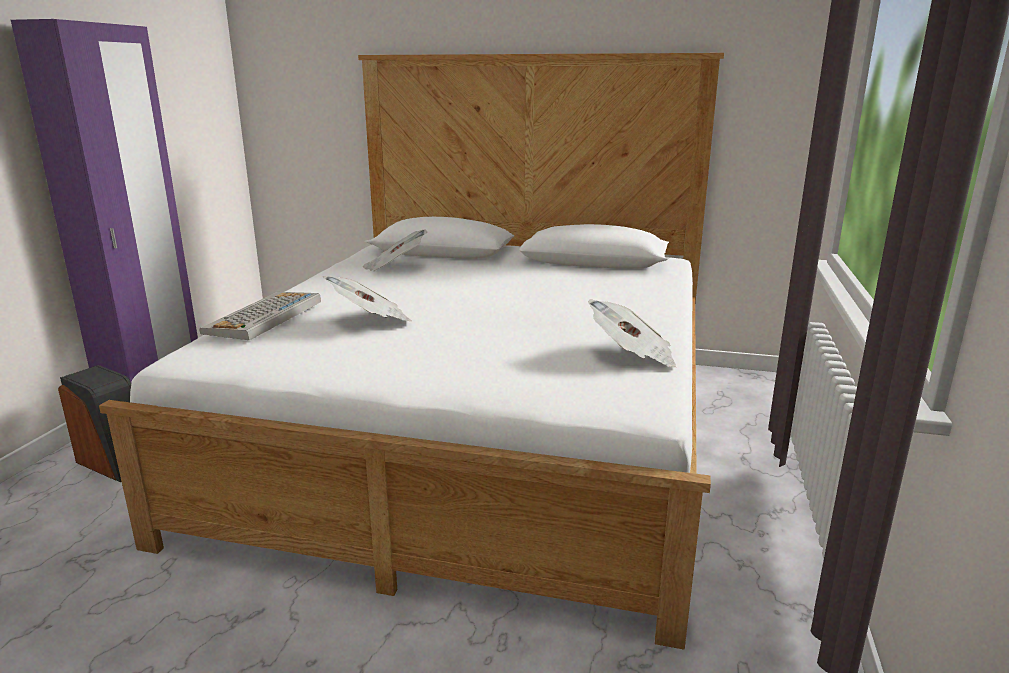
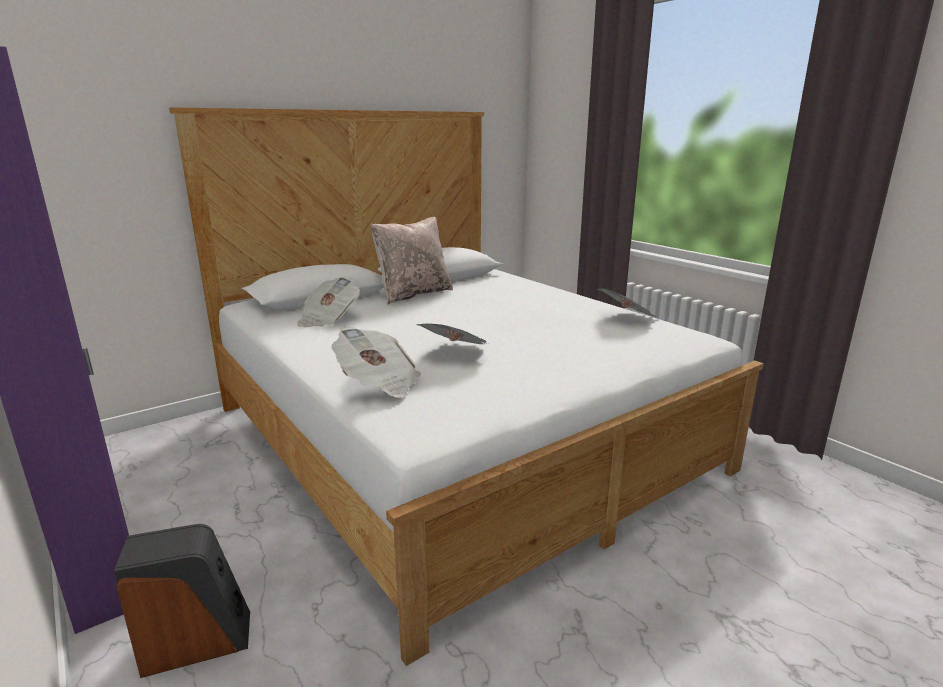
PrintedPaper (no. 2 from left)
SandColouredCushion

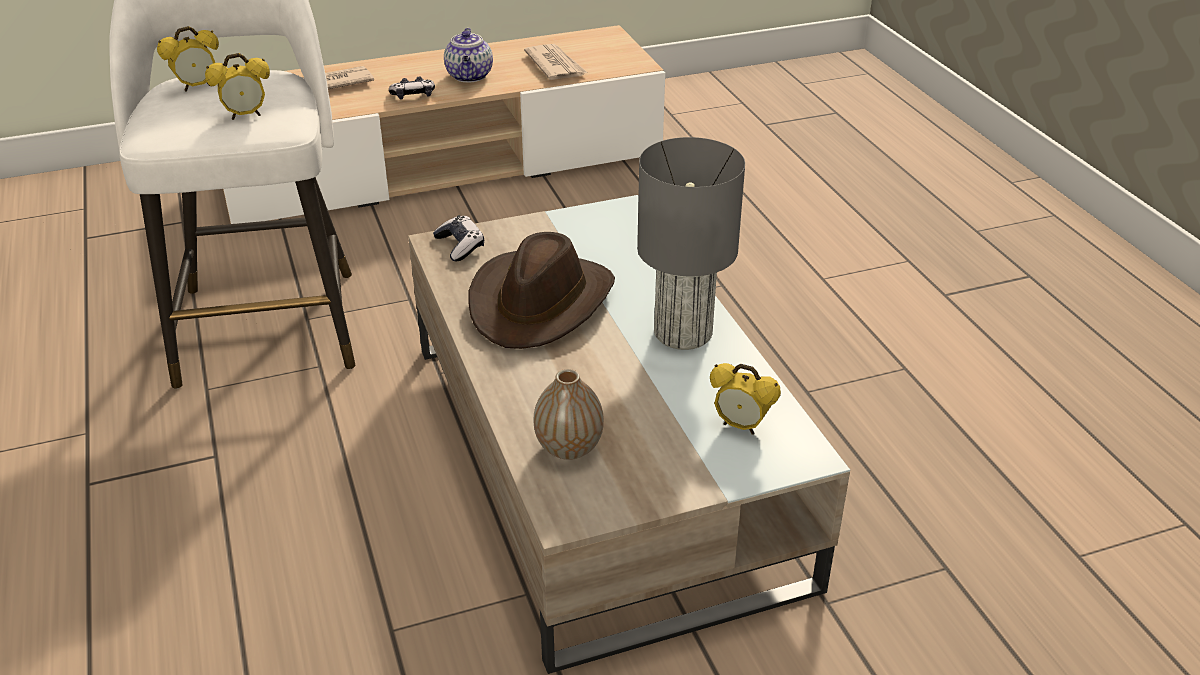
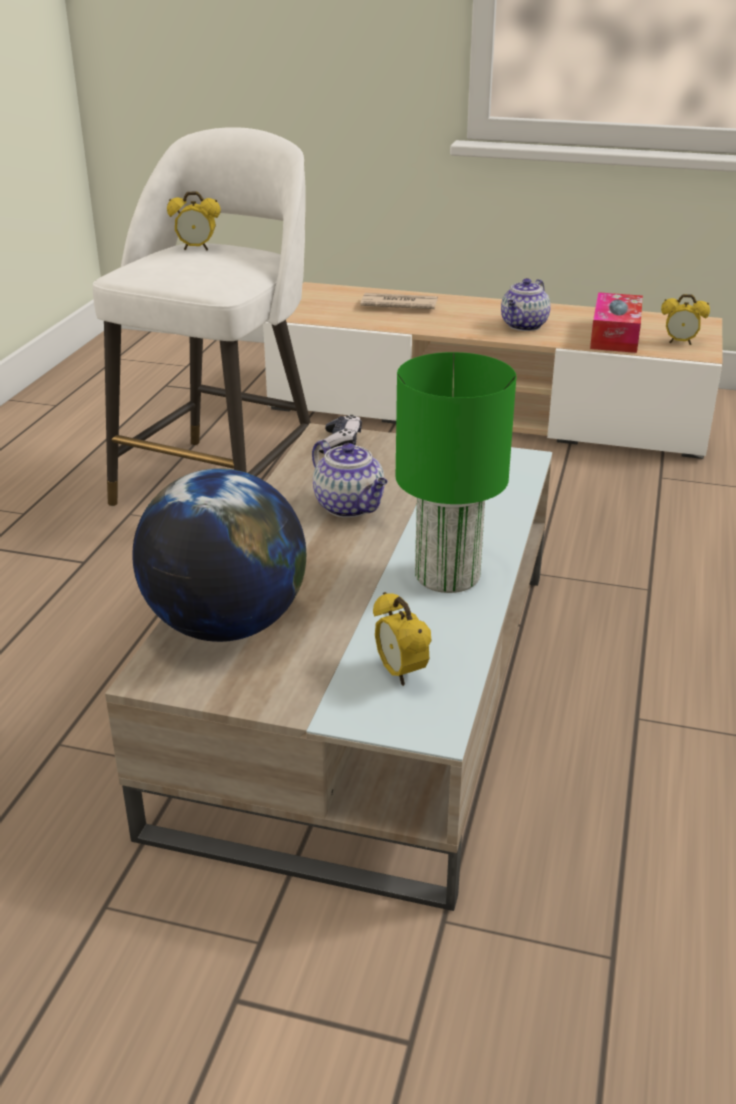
TissueHolder
BedsideClock (no. 3 from left)
Gamepad (no. 1 from left in the first image)
GreenColouredTableLamp
PotForTea (no. 1 from left)
DeskGlobe

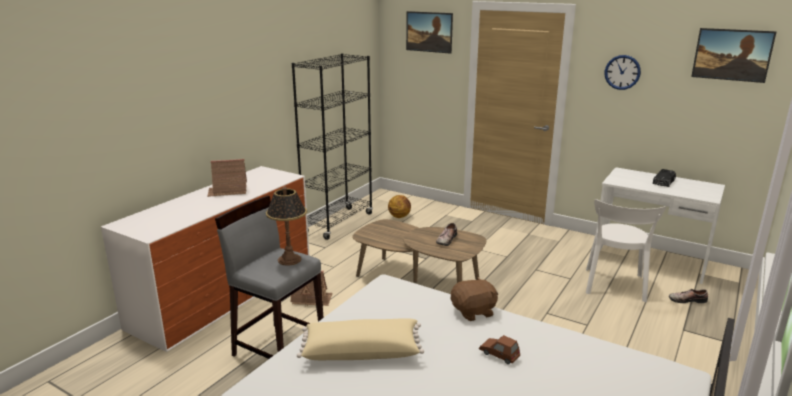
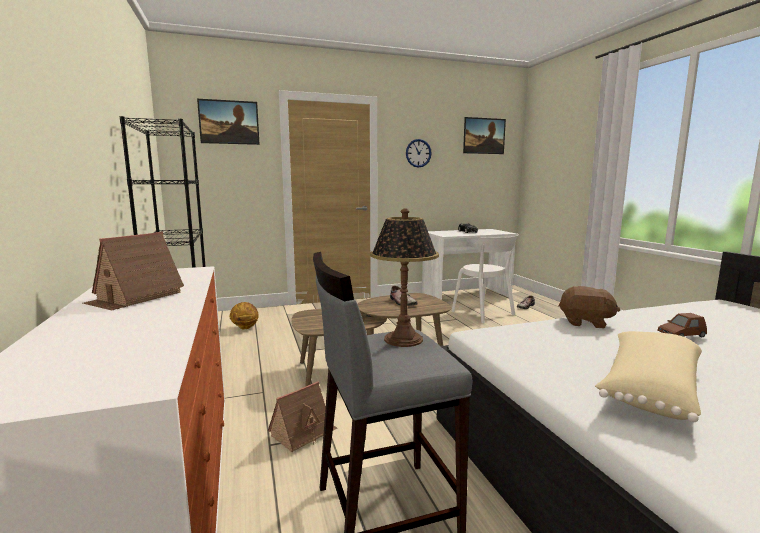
BrownCuddlyToy

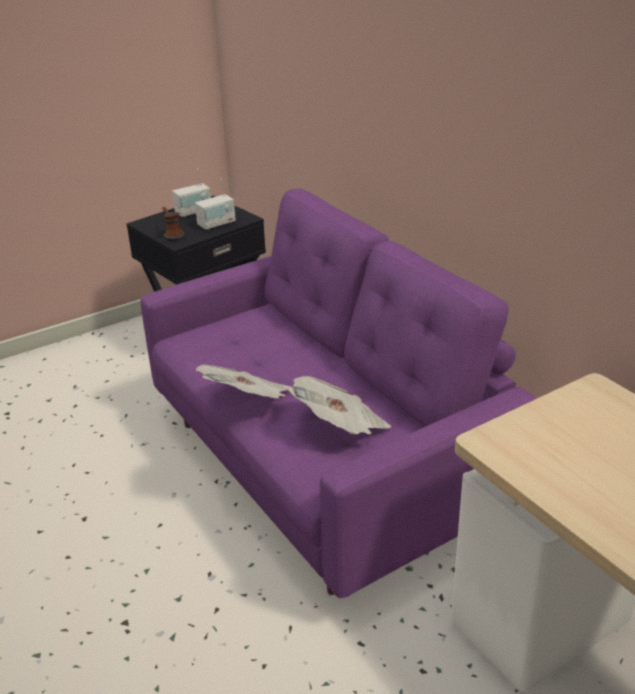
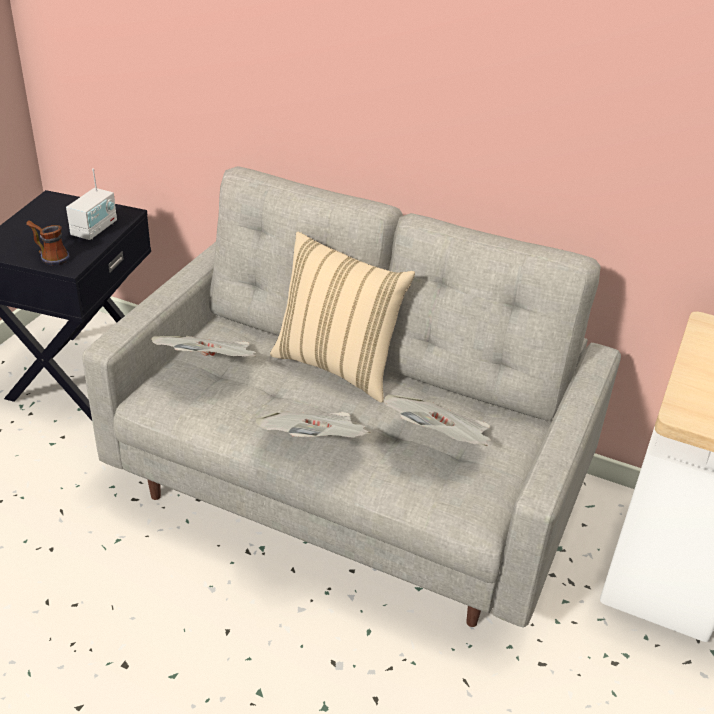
RadioSet (no. 1 from left in the first image)
GrayCouch
SandColouredCushion
PrintedPaper (no. 1 from left)

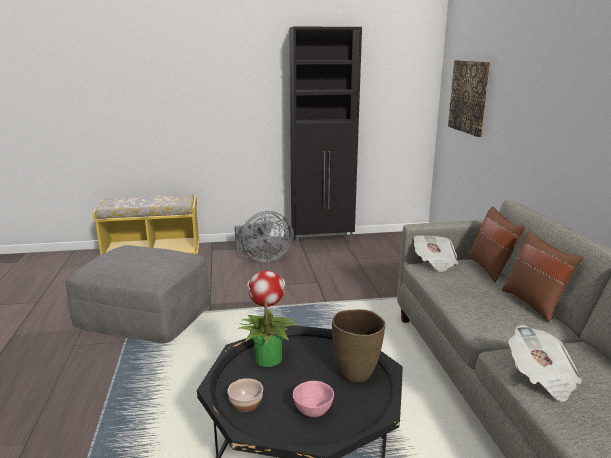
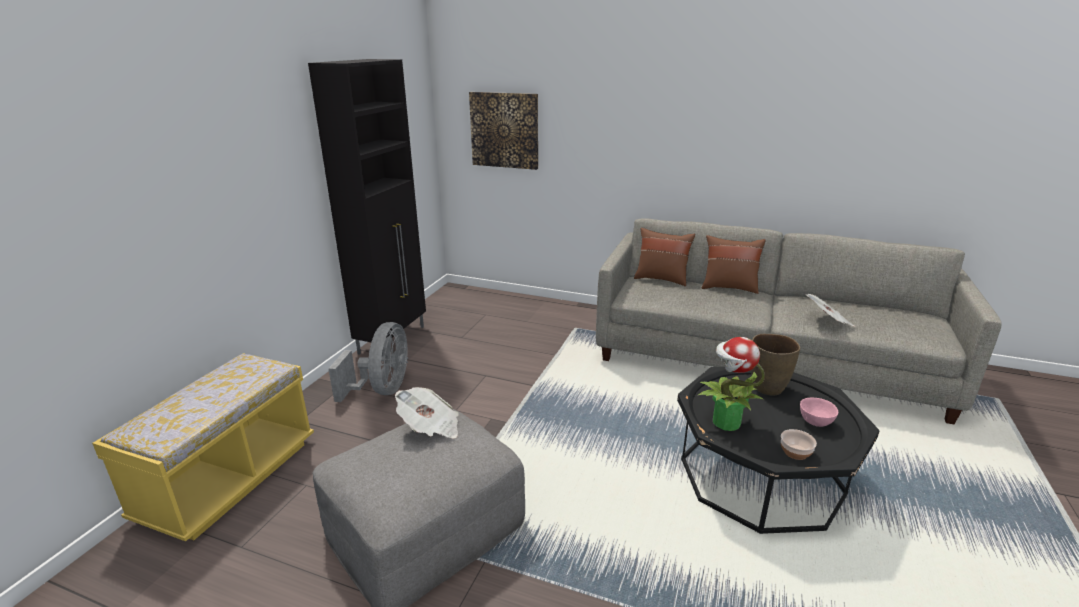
PrintedPaper (no. 1 from left)

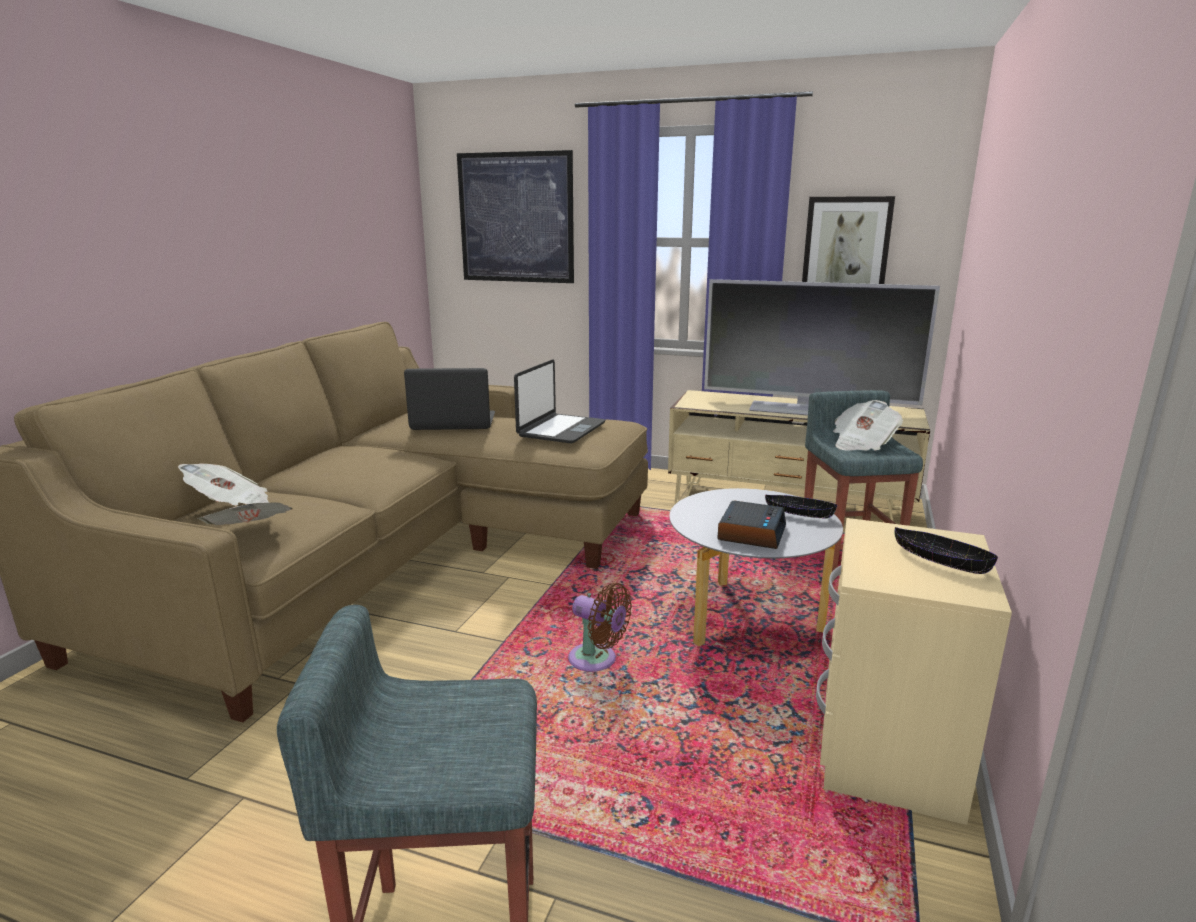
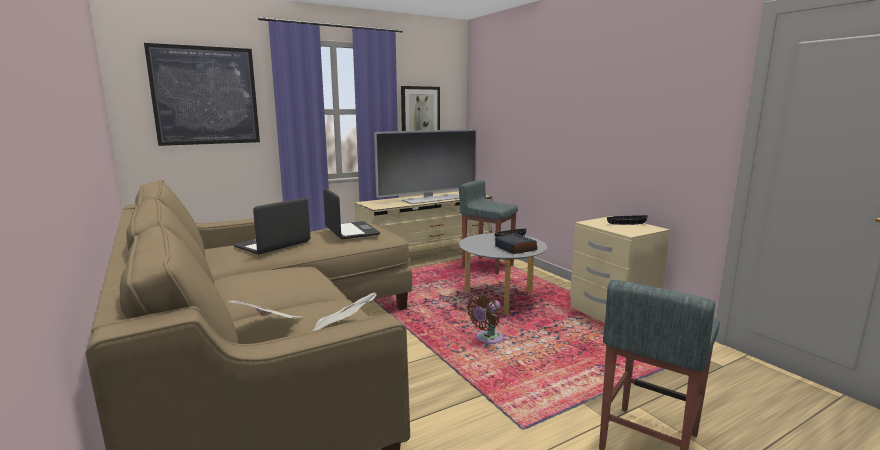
PrintedPaper (no. 3 from left in the first image)
BrownElectricFan

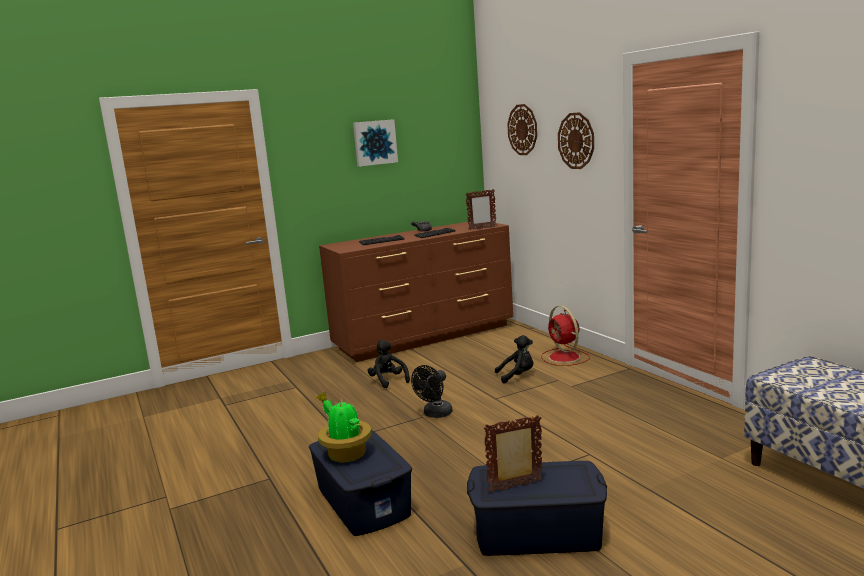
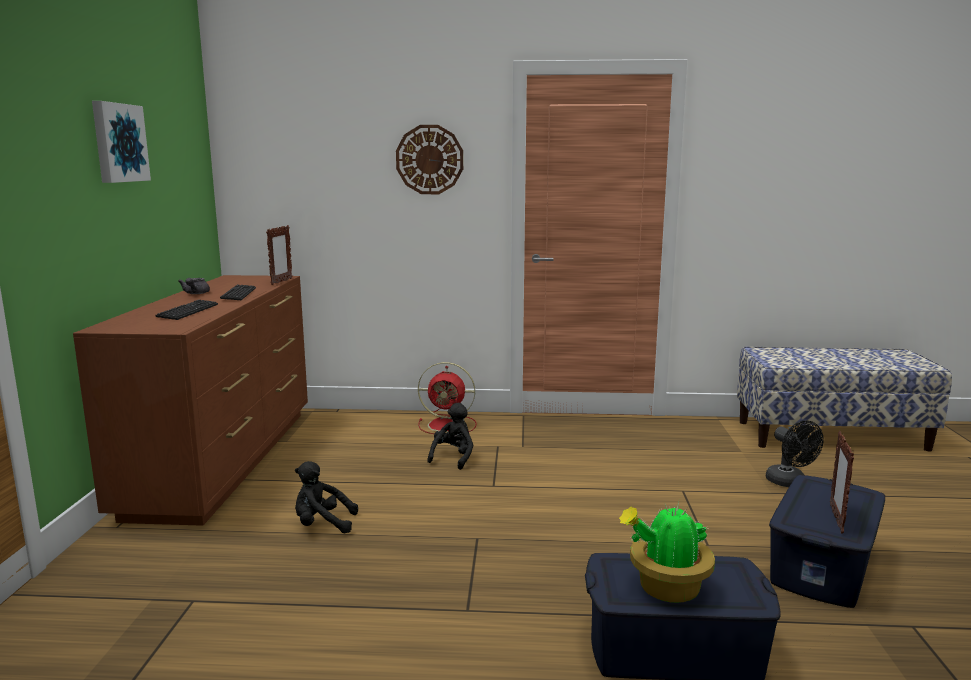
HangingClock (no. 1 from left in the first image)
BlackColouredElectricFan

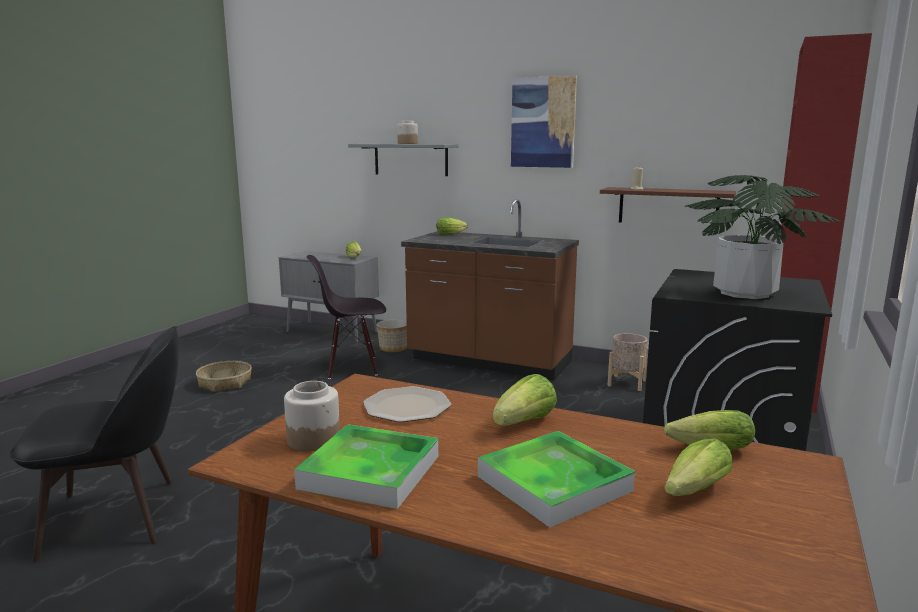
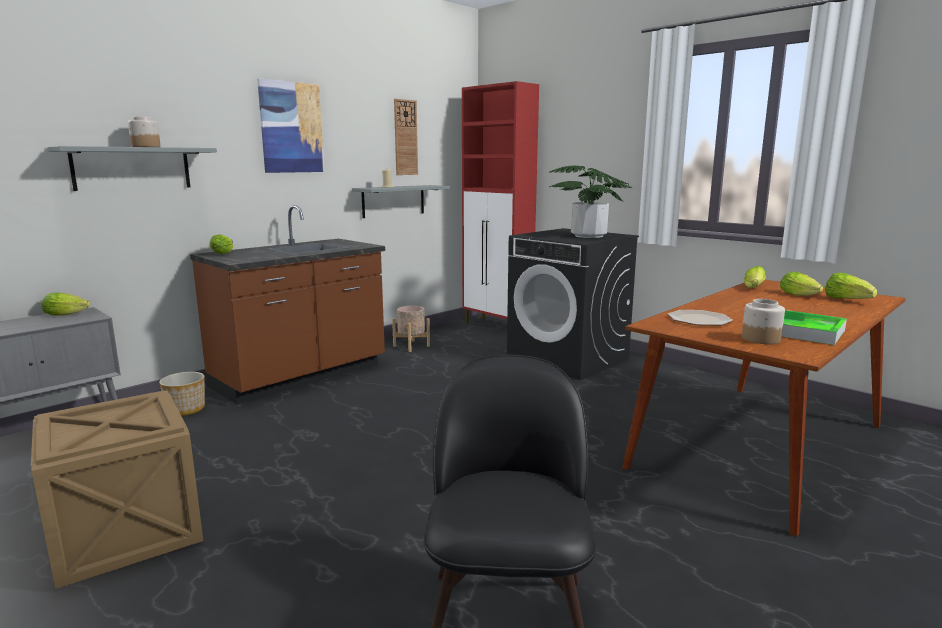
GrayBracketShelf (no. 2 from left)
BlackColouredPlainChair (no. 2 from left in the first image)
PackingCrate
LettuceHead (no. 5 from left)
ServingTray (no. 2 from left in the first image)
HangingClock

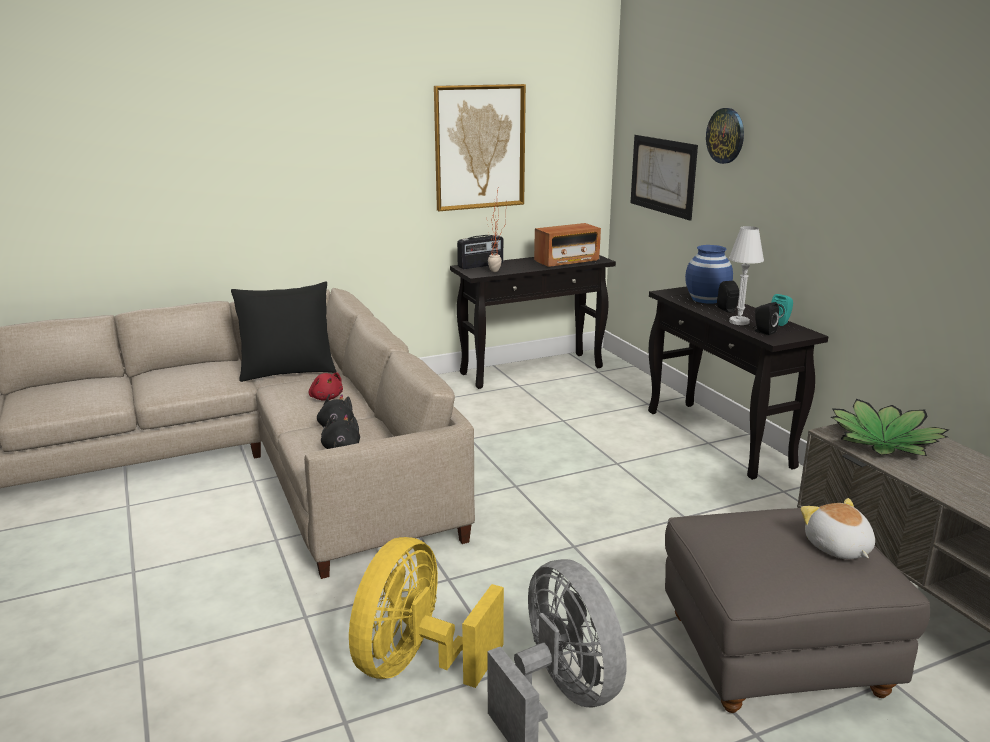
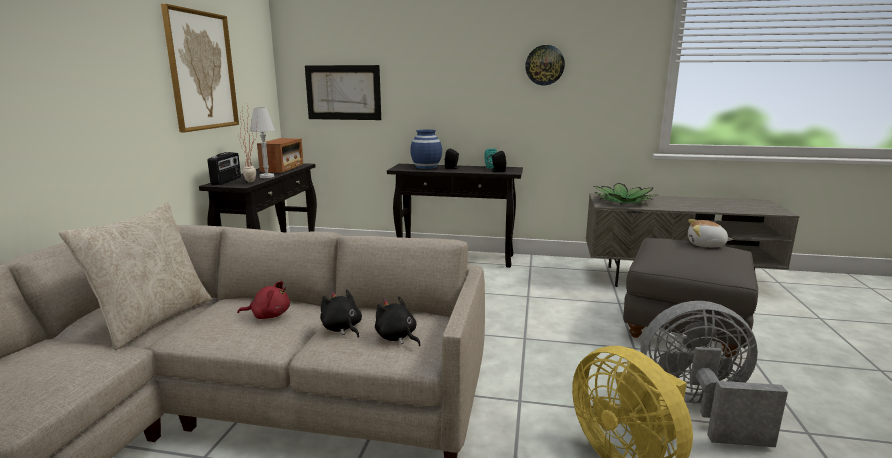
HangingClock
WhiteColouredTableLamp
SandColouredCushion

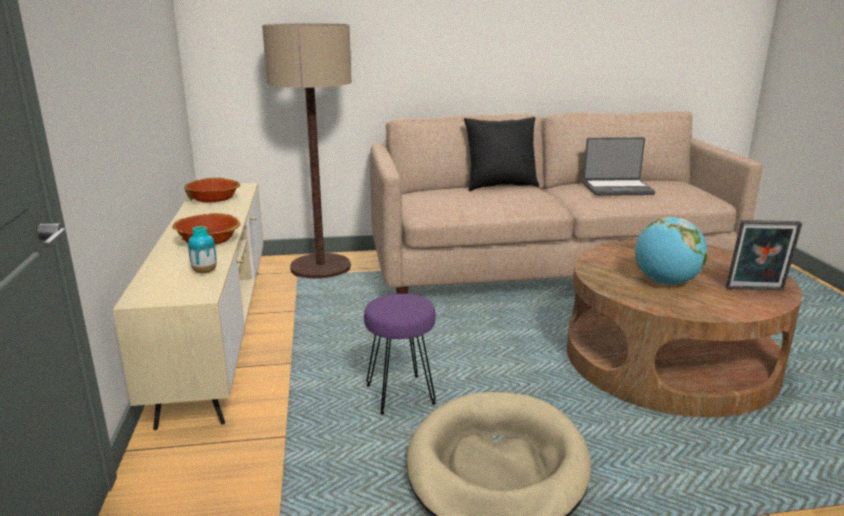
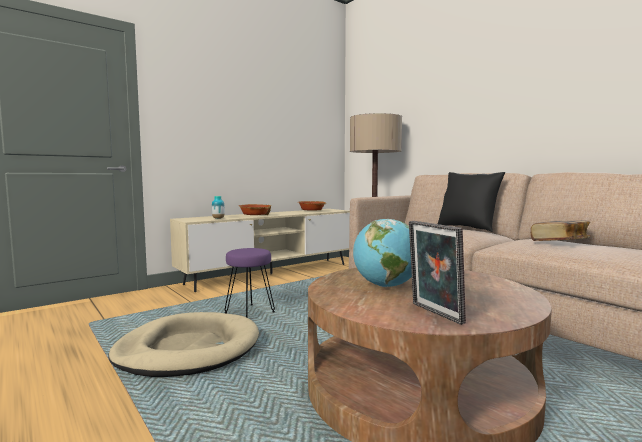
Volume

